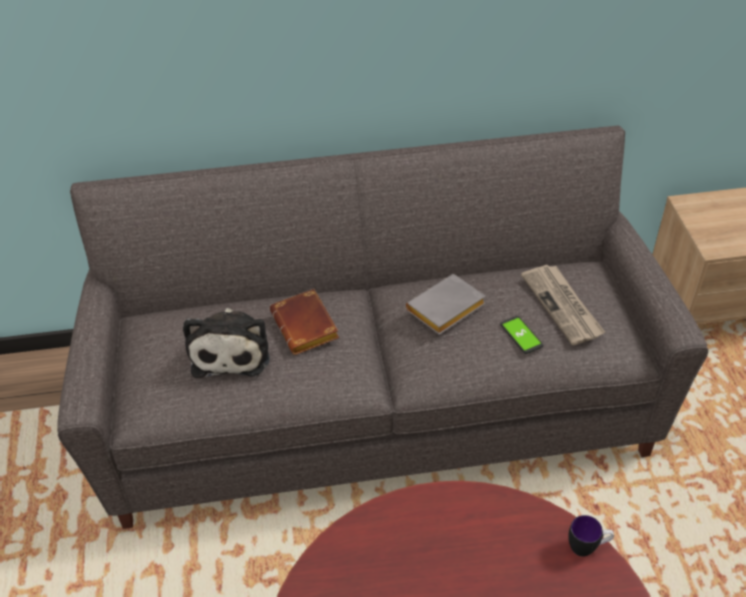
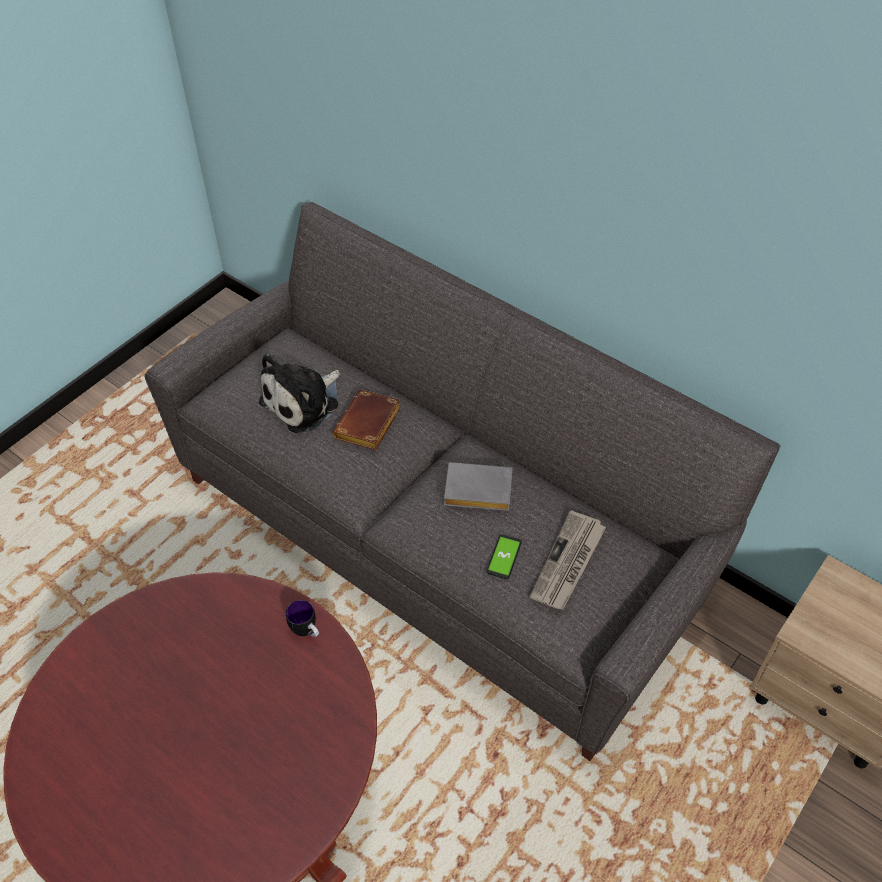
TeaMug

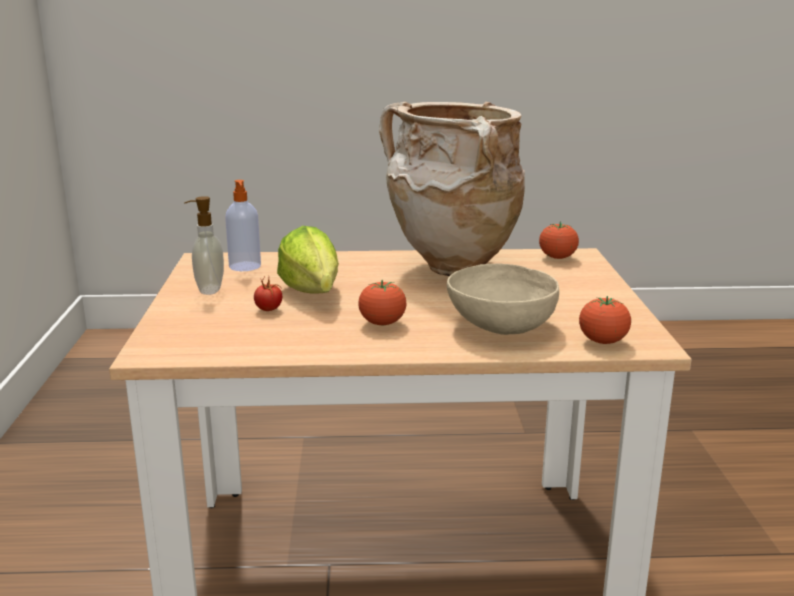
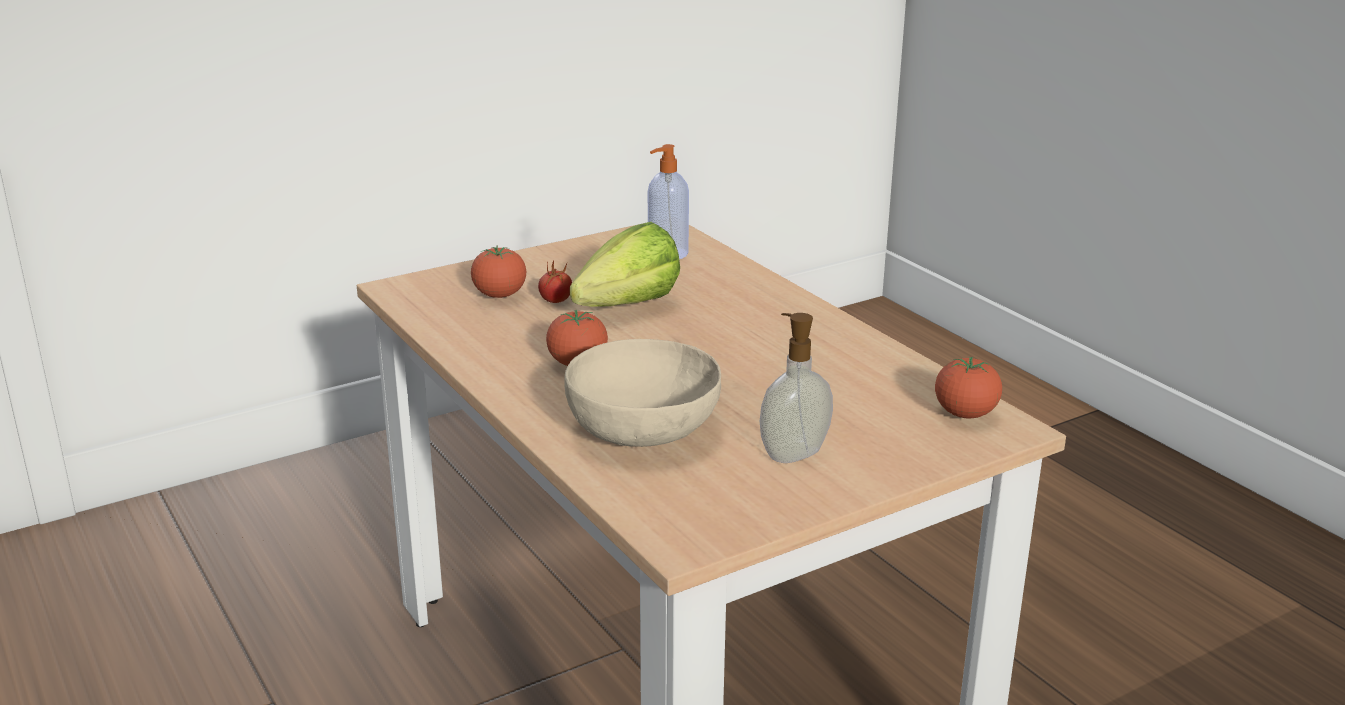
SandColouredFlowerVase
LiquidSoapBottle (no. 2 from left)
Tomato (no. 1 from left)

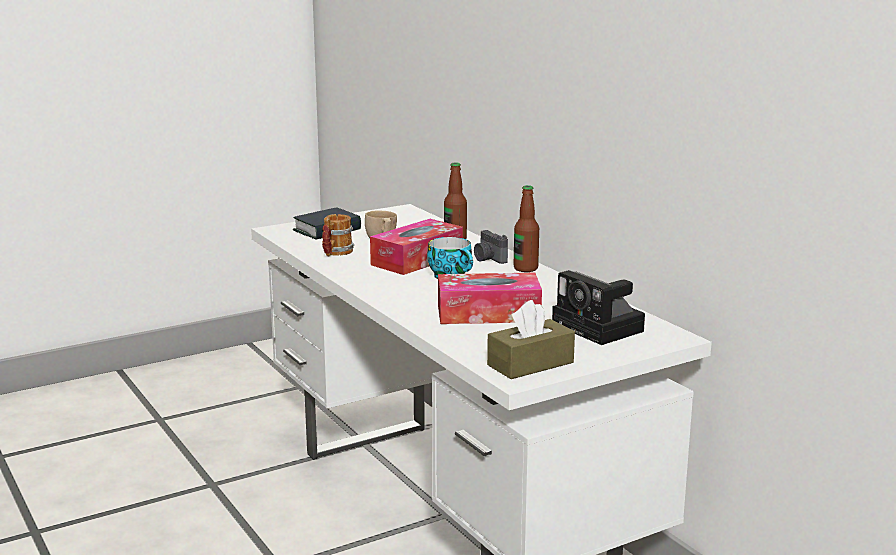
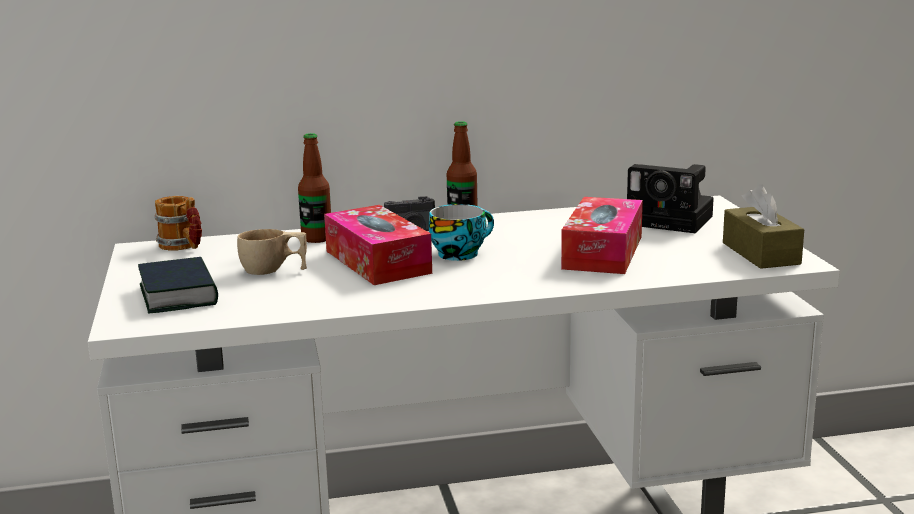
TeaMug
PhotoCamera (no. 2 from left)

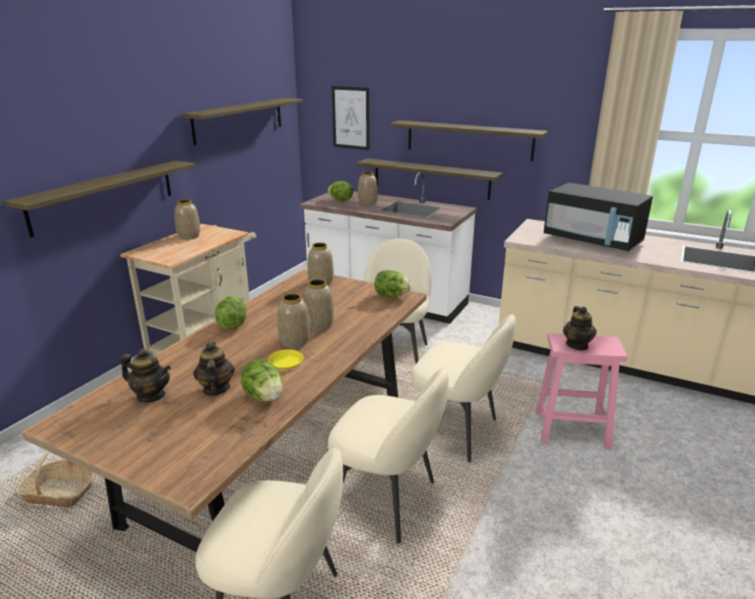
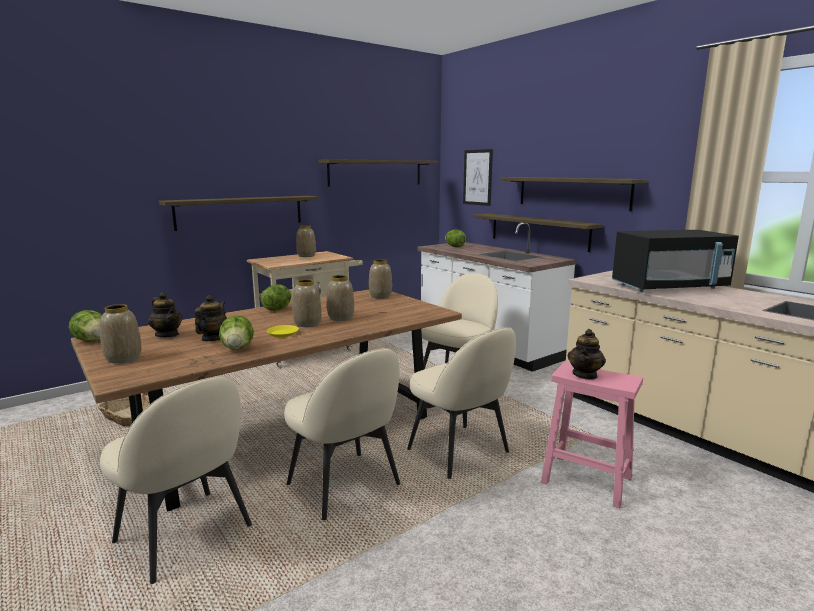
FlowerVase (no. 1 from left)
BlackColouredMicrowaveOven
LettuceHead (no. 1 from left)

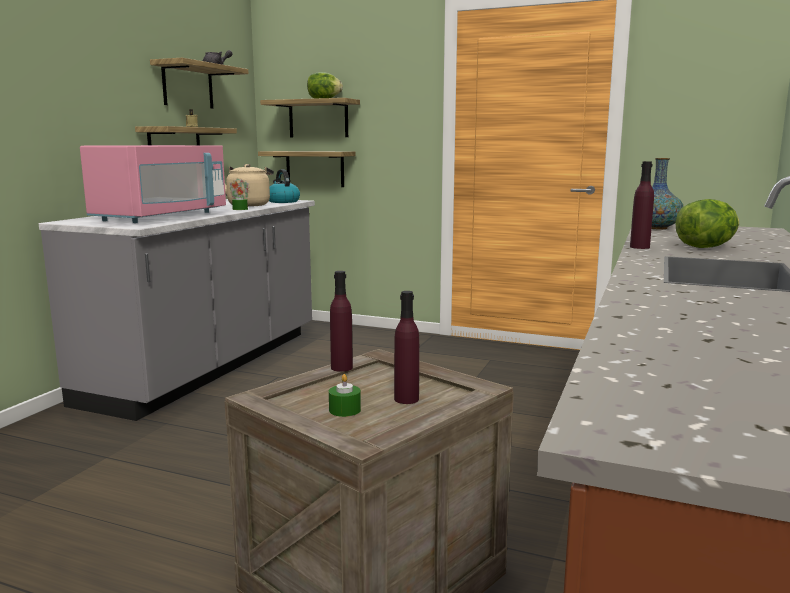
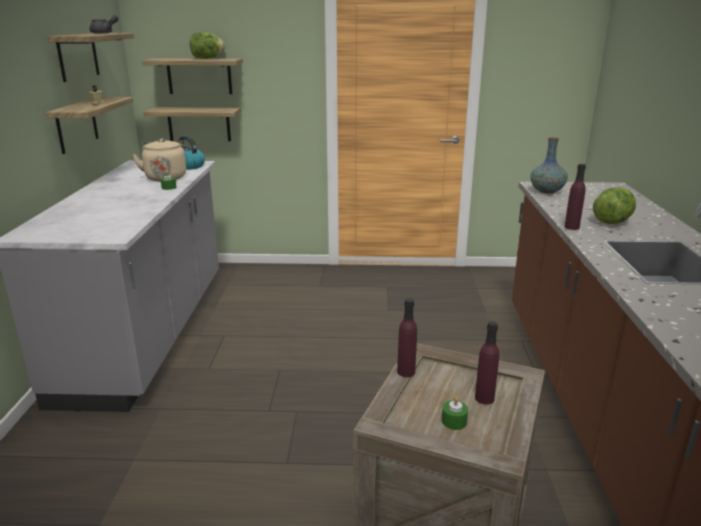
PinkMicrowaveOven

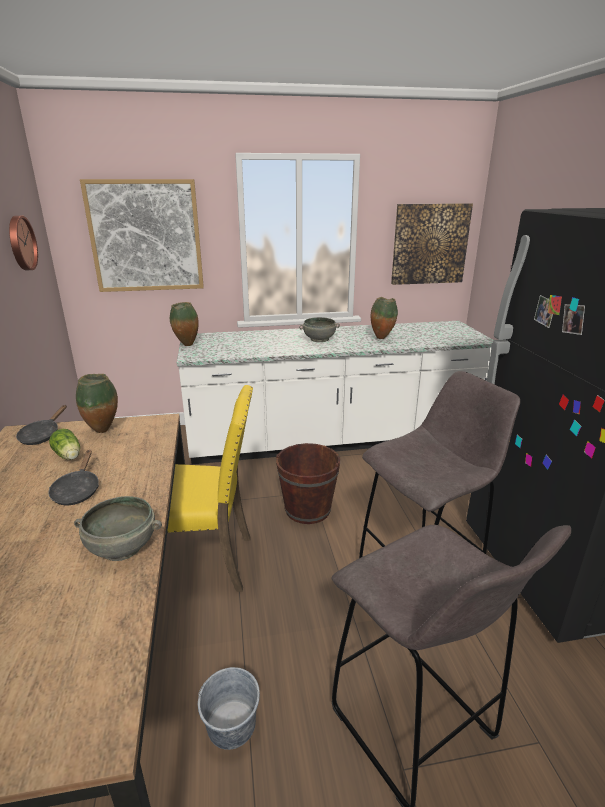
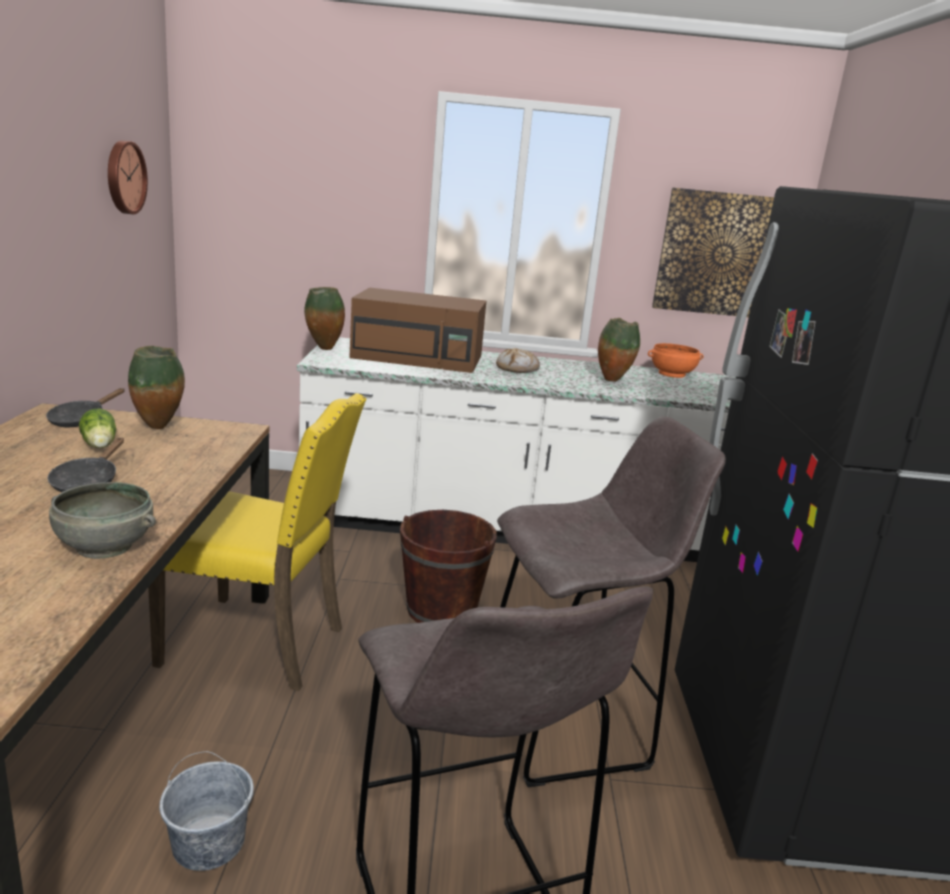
WallPicture (no. 1 from left in the first image)
BakedBread
BrownMicrowaveOven
OrangeBowl

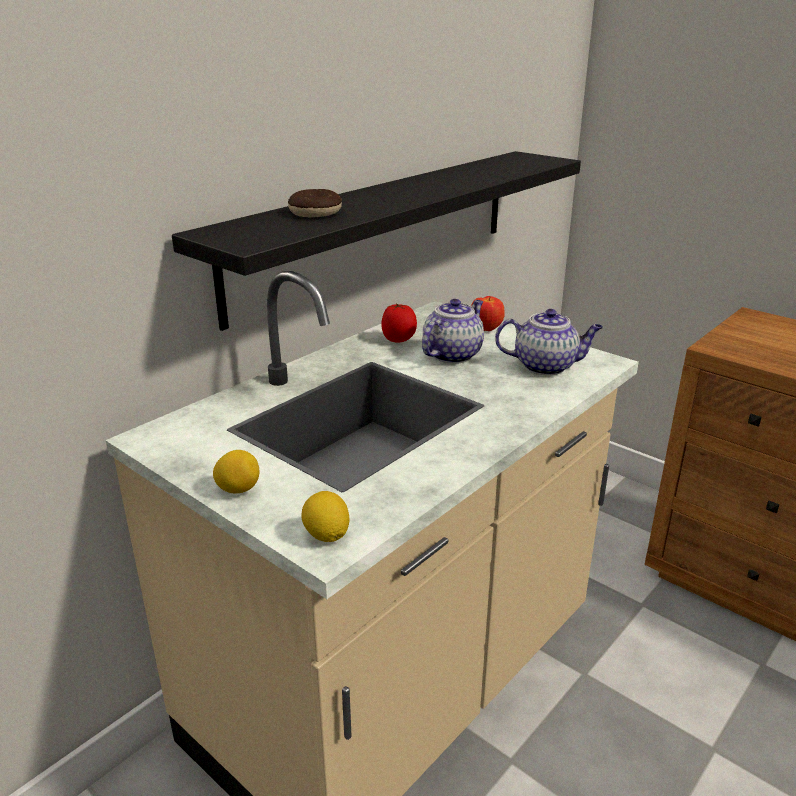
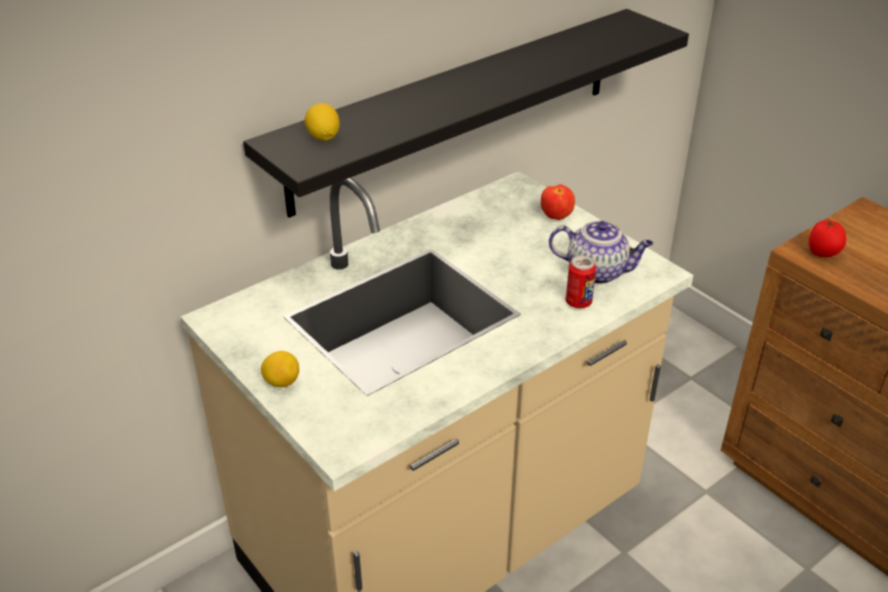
RingDoughnut
PotForTea (no. 1 from left in the first image)
Tomato
CitrusFruit (no. 2 from left)
MetalCan

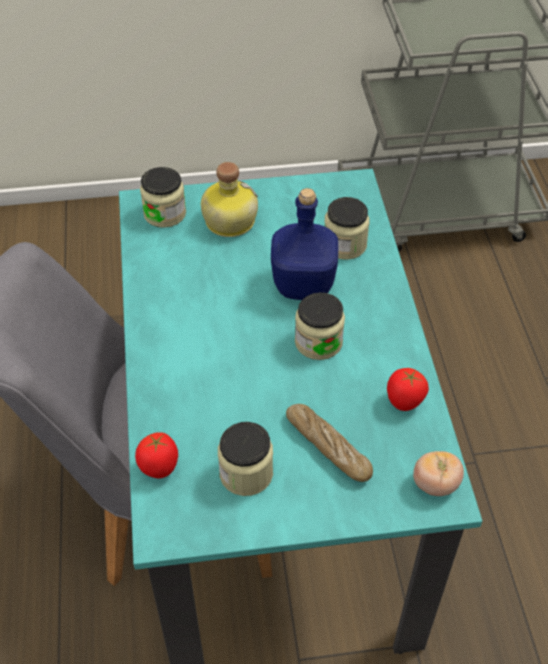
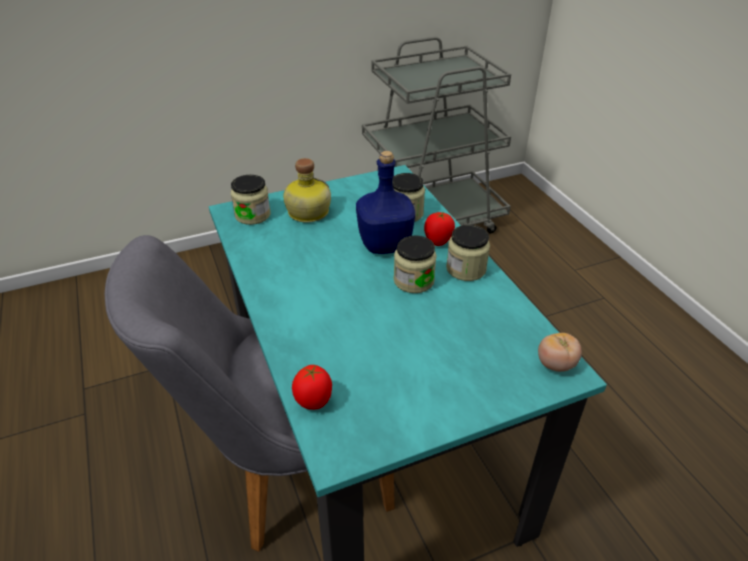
Tomato (no. 2 from left)
BakedBread
Jar (no. 4 from left)

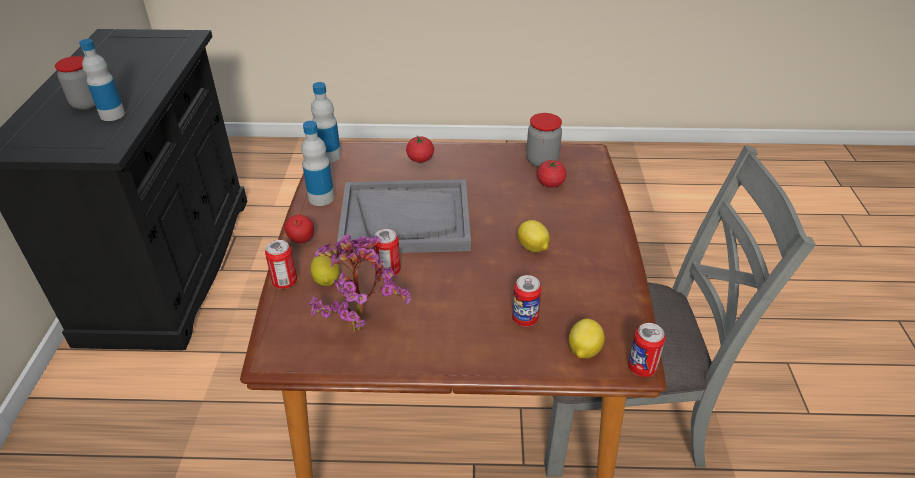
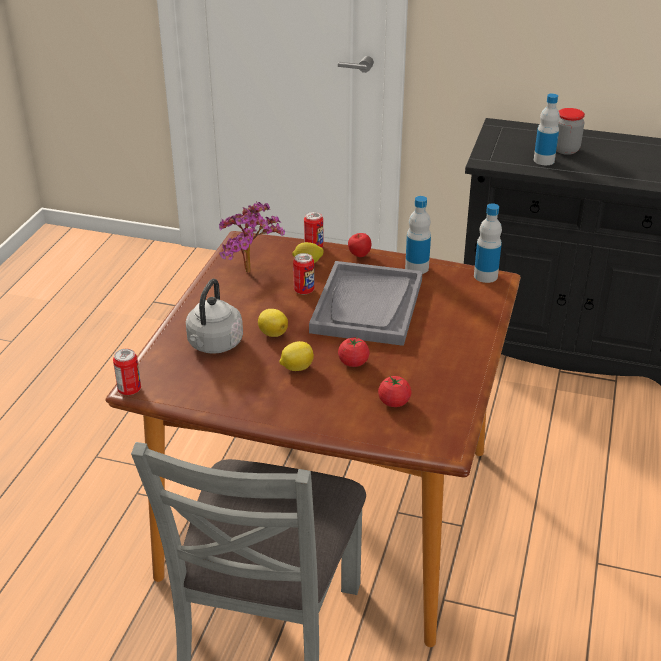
Jar (no. 2 from left in the first image)
Tomato (no. 1 from left)
GrayTeaKettle
CitrusFruit (no. 1 from left)

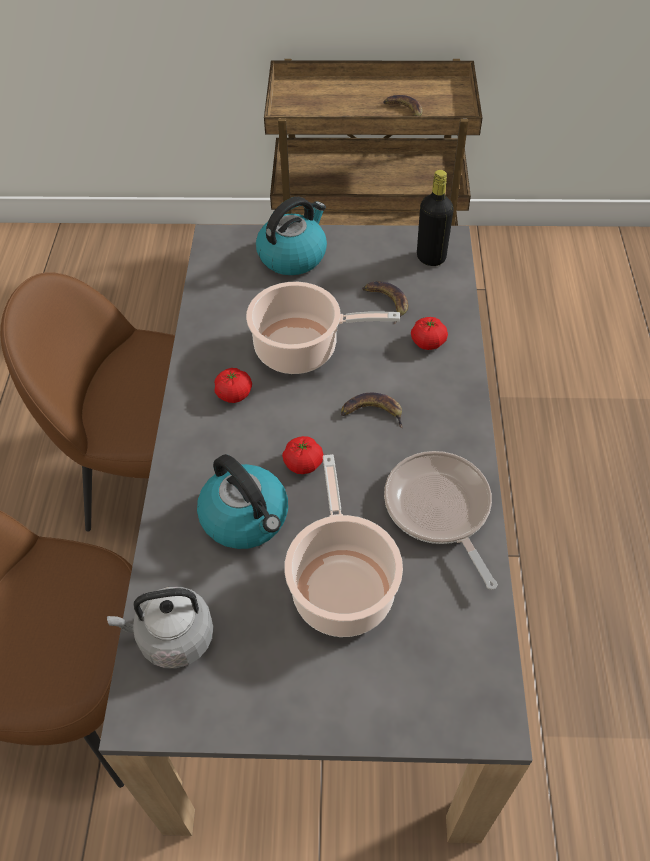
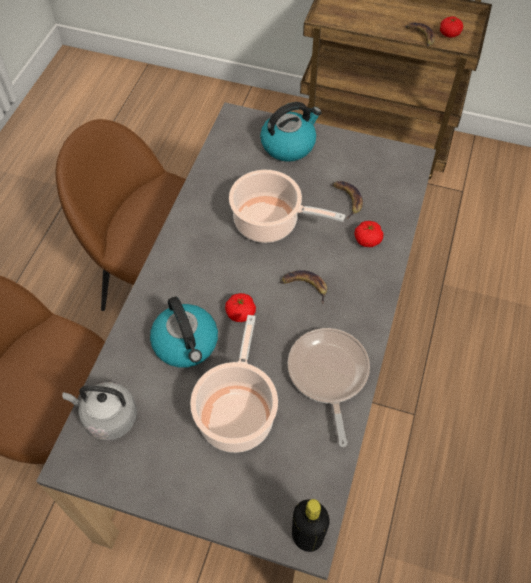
BlackColouredBottle
Tomato (no. 3 from left)

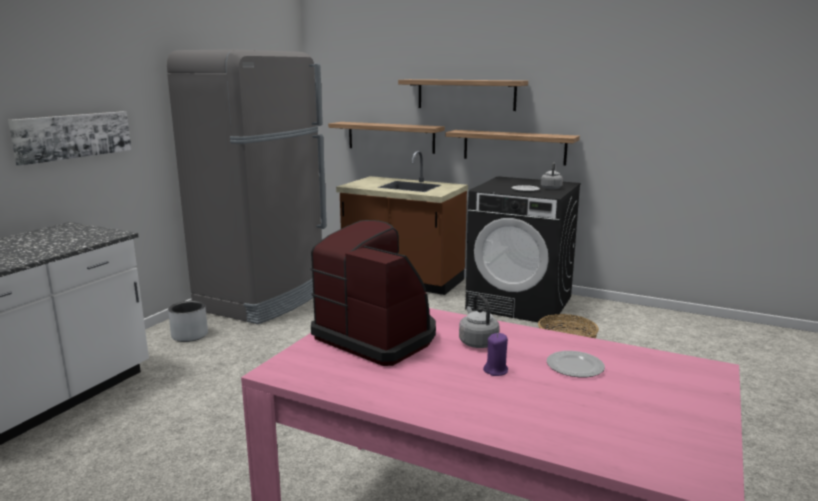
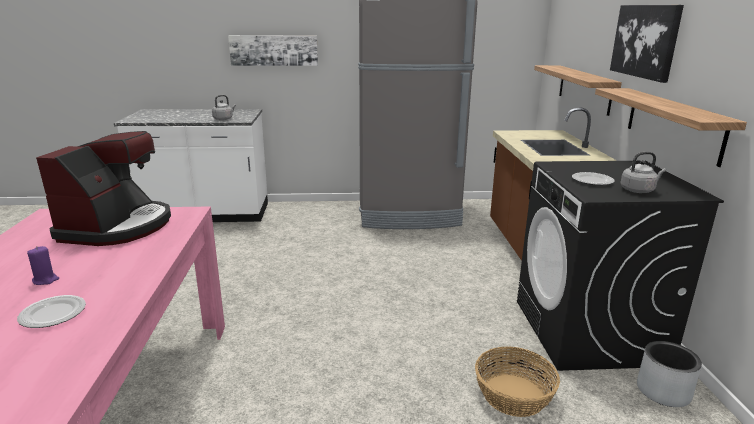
WallPicture (no. 2 from left)
GrayTeaKettle (no. 1 from left)
GrayPlanter

